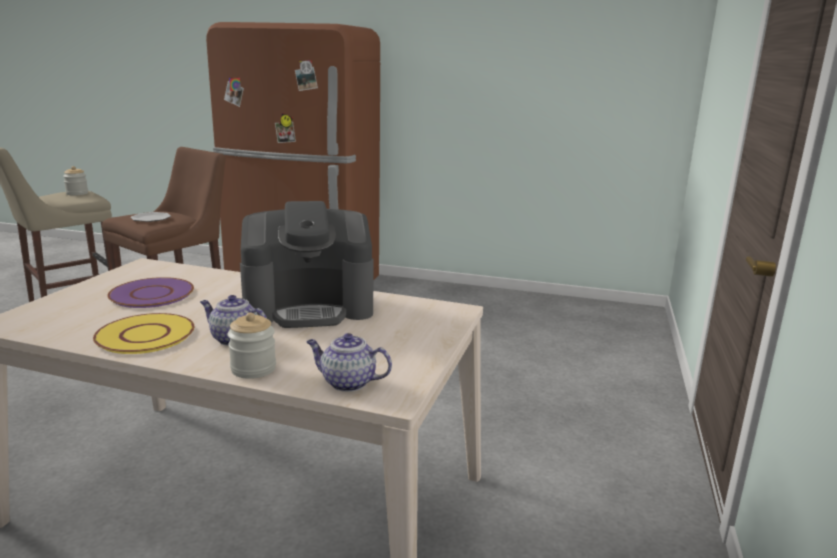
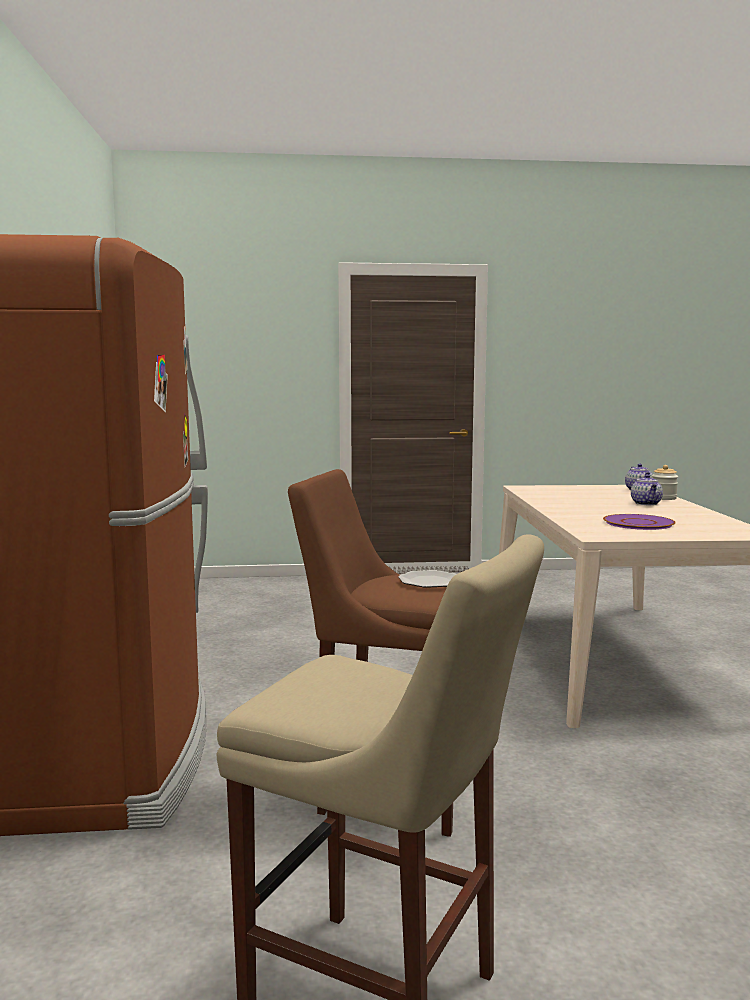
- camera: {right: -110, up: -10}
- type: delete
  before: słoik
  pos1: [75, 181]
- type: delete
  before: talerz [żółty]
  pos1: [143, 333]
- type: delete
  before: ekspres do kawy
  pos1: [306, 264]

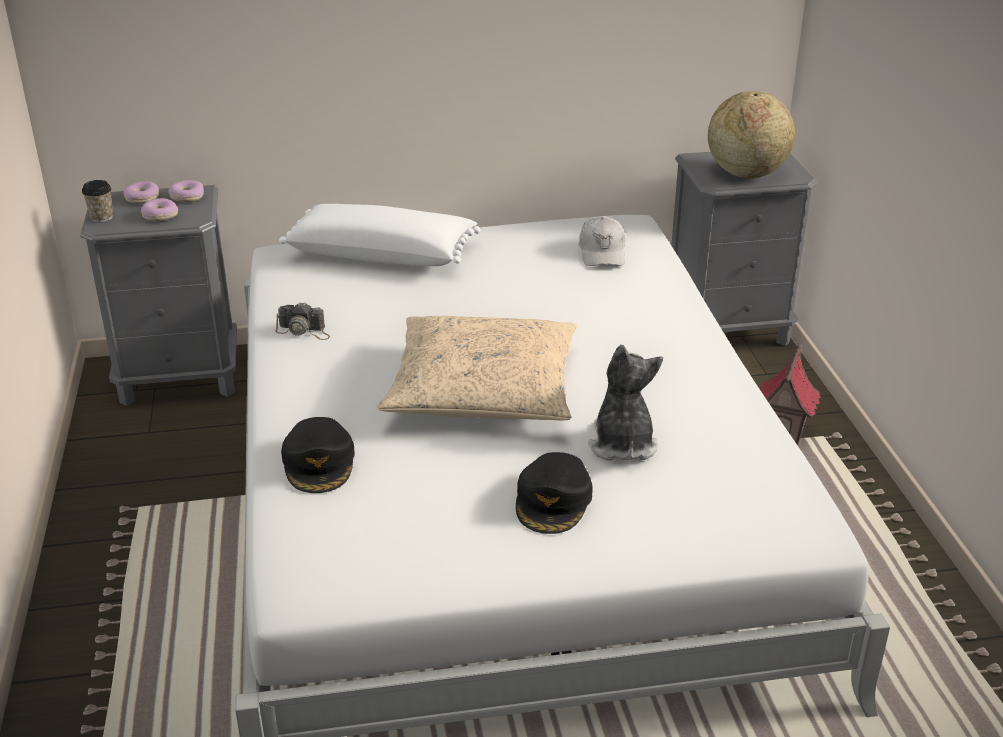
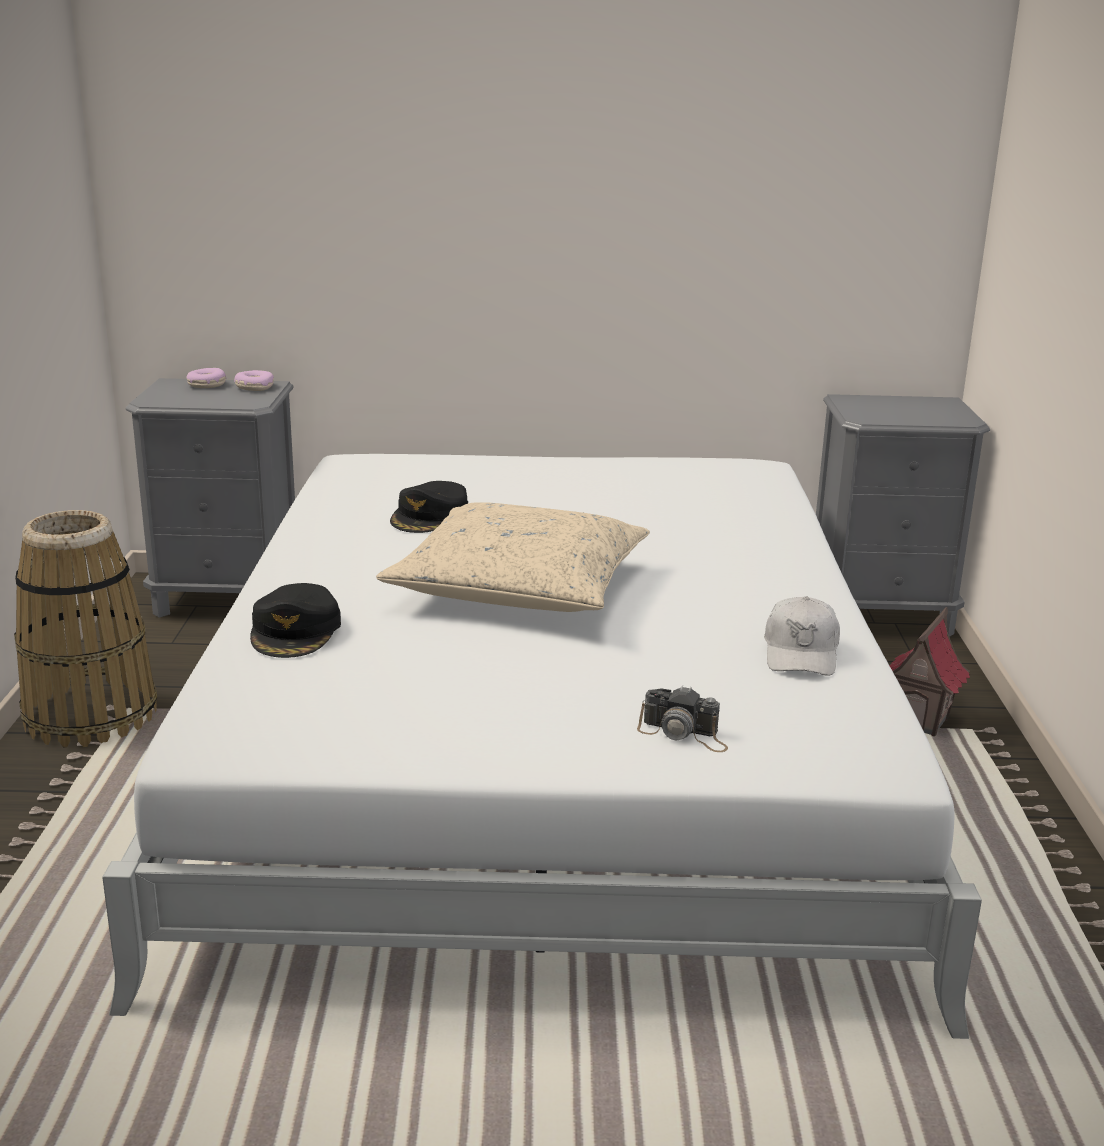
- camera: {right: 10, up: -10}
- type: delete
  before: filiżanka
  pos1: [97, 201]
- type: delete
  before: donut
  pos1: [159, 210]
- type: move
  before: aparat fotograficzny
  pos1: [302, 321]
  pos2: [682, 718]
- type: delete
  before: poduszka [biały]
  pos1: [380, 235]
- type: move
  before: czapka z daszkiem [czarny]
  pos1: [554, 493]
  pos2: [429, 507]
- type: move
  before: czapka z daszkiem [biały]
  pos1: [602, 241]
  pos2: [802, 636]
- type: delete
  before: pluszak
  pos1: [625, 403]
- type: delete
  before: globus
  pos1: [751, 134]
- type: insert
  after: koszyk
  pos2: [85, 629]

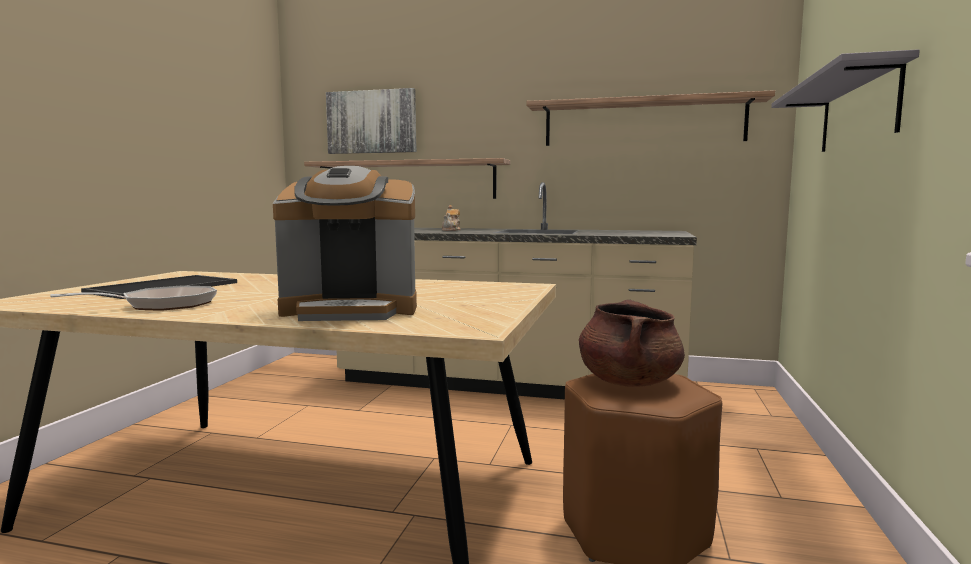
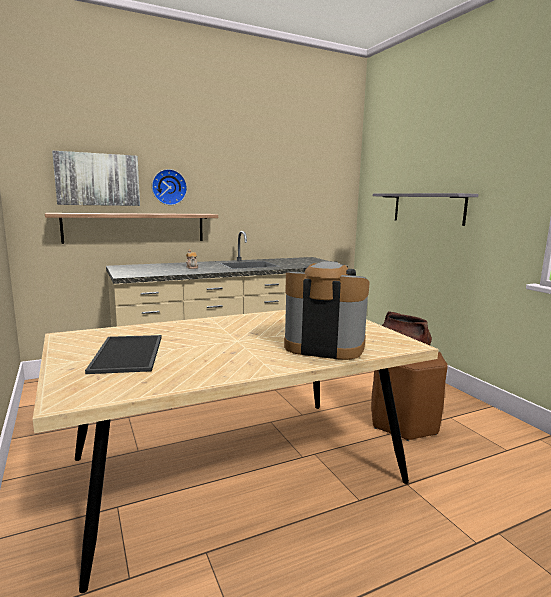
- camera: {right: -40, up: 5}
- type: delete
  before: patelnia
  pos1: [133, 298]
- type: rotate
  before: ekspres do kawy
  pos1: [345, 243]
  pos2: [327, 310]
  turn: -120
- type: delete
  before: półka
  pos1: [650, 118]
- type: insert
  after: zegar ścienny
  pos2: [169, 187]

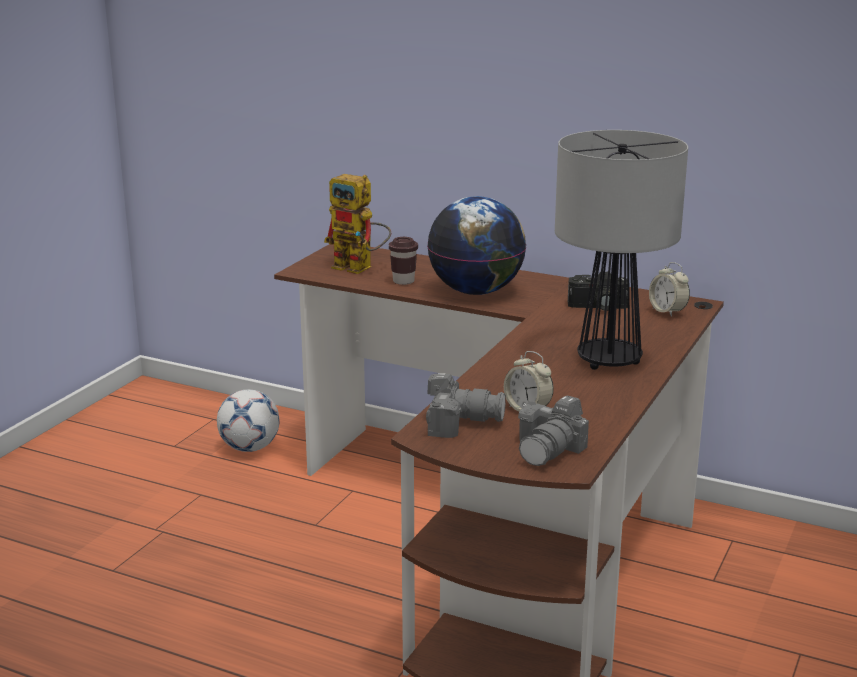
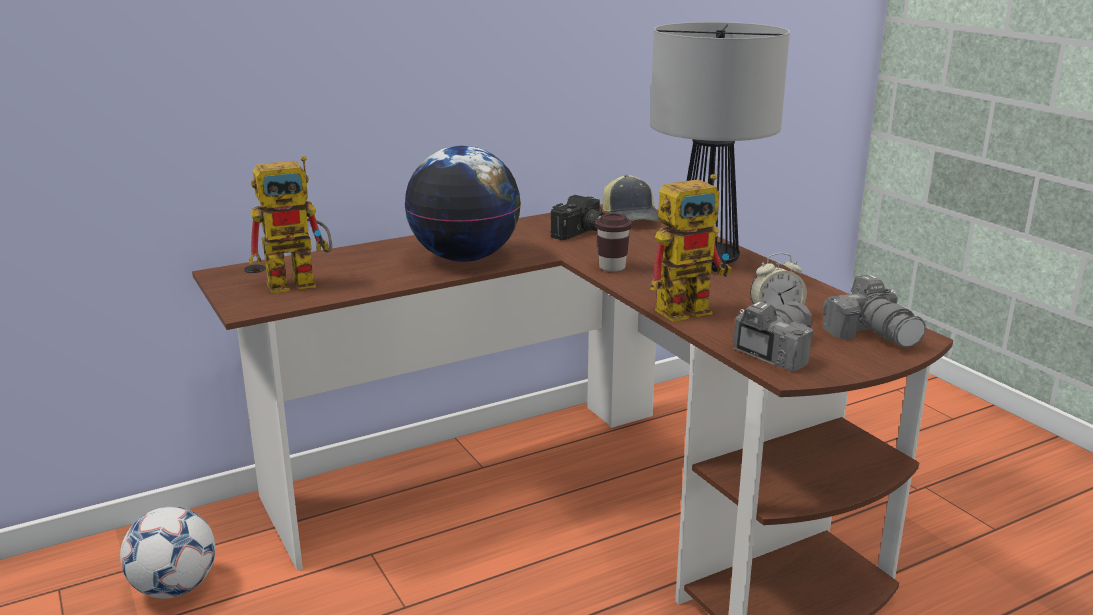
- camera: {right: -55, up: 0}
- type: move
  before: filiżanka [brązowy]
  pos1: [403, 261]
  pos2: [613, 242]
- type: replace
  before: budzik
  after: czapka z daszkiem
  pos1: [669, 289]
  pos2: [630, 198]
- type: insert
  after: robot zabawkowy
  pos2: [691, 248]

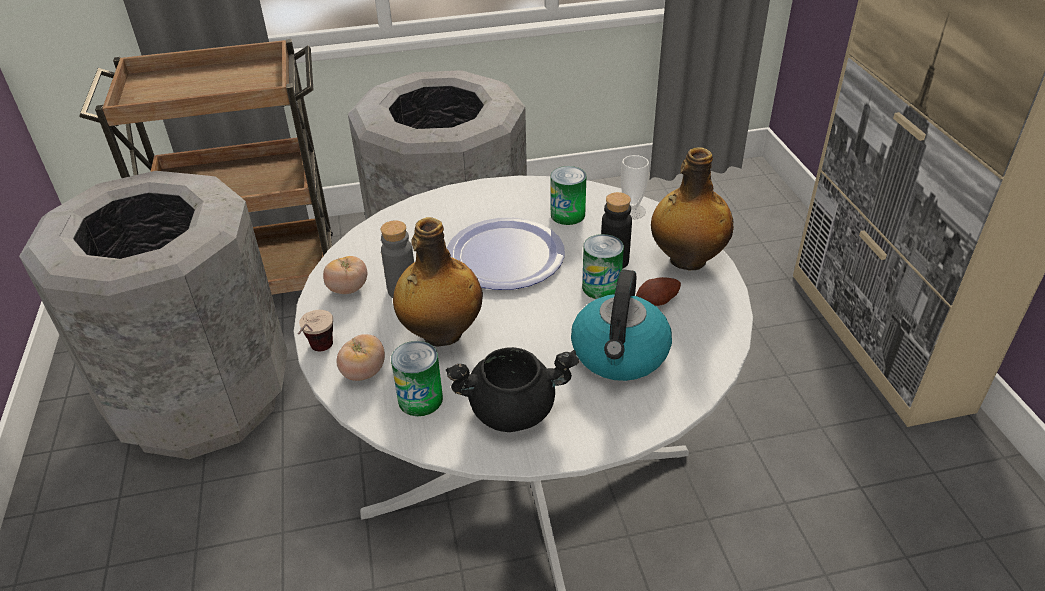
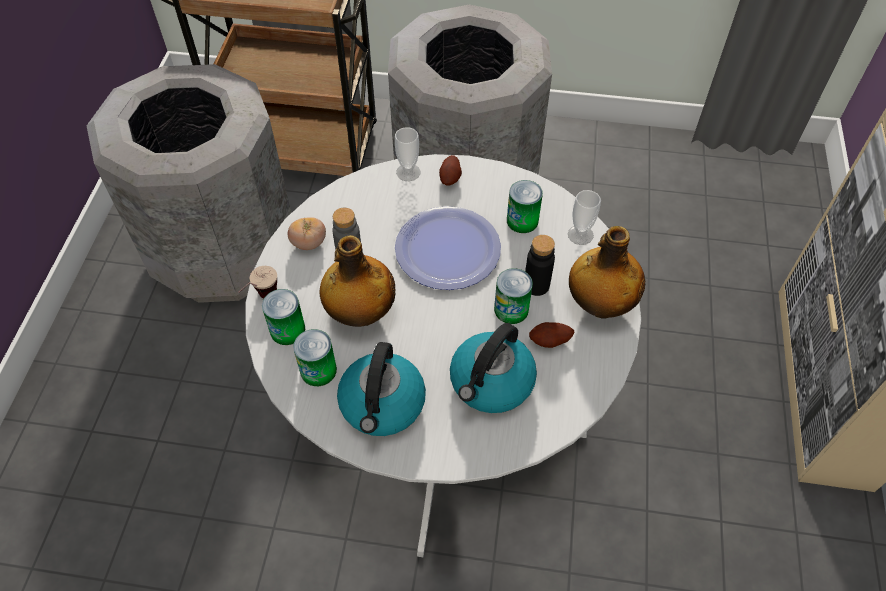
- camera: {right: 20, up: 15}
- type: replace
  before: pomidor
  after: puszka
  pos1: [360, 357]
  pos2: [283, 317]
- type: replace
  before: garnek [czarny]
  after: czajnik
  pos1: [512, 389]
  pos2: [381, 389]
- type: insert
  after: filiżanka
  pos2: [408, 154]
- type: insert
  after: ziemniak
  pos2: [450, 170]

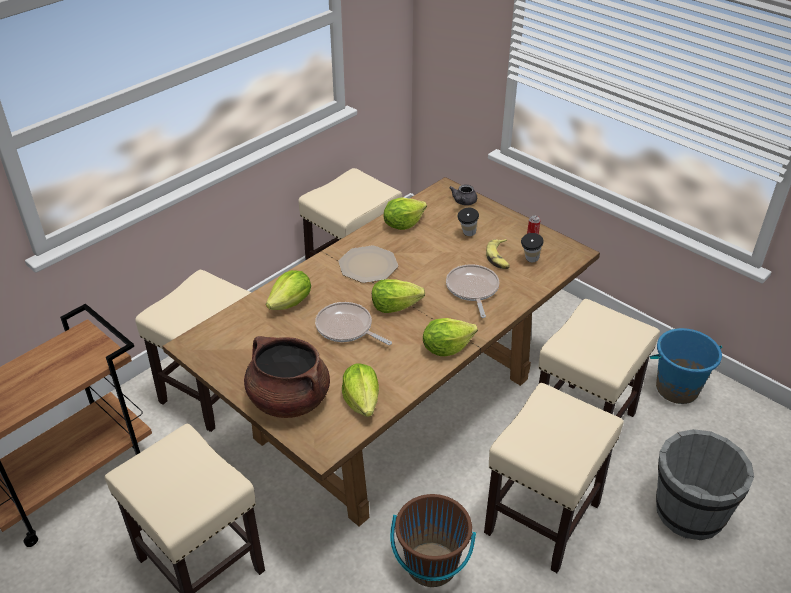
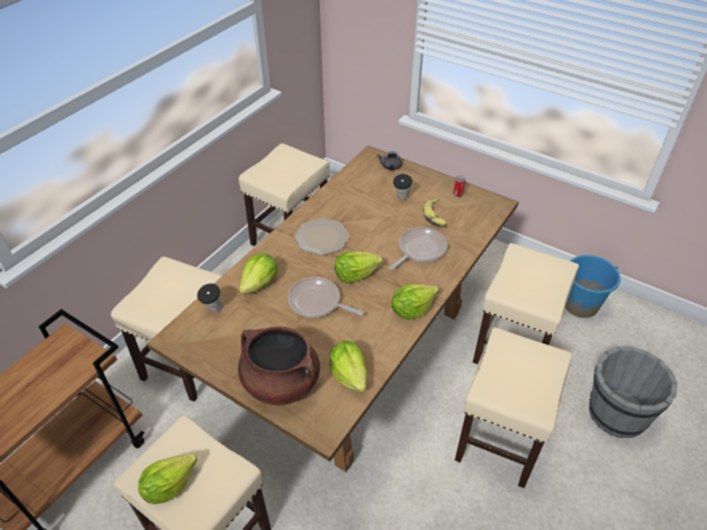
- camera: {right: -10, up: 5}
- type: move
  before: sałata
  pos1: [405, 213]
  pos2: [167, 478]
- type: delete
  before: wiadro [brązowy]
  pos1: [433, 540]
- type: rotate
  before: patelnia
  pos1: [472, 291]
  pos2: [418, 248]
  turn: 60
- type: move
  before: filiżanka
  pos1: [532, 247]
  pos2: [210, 298]

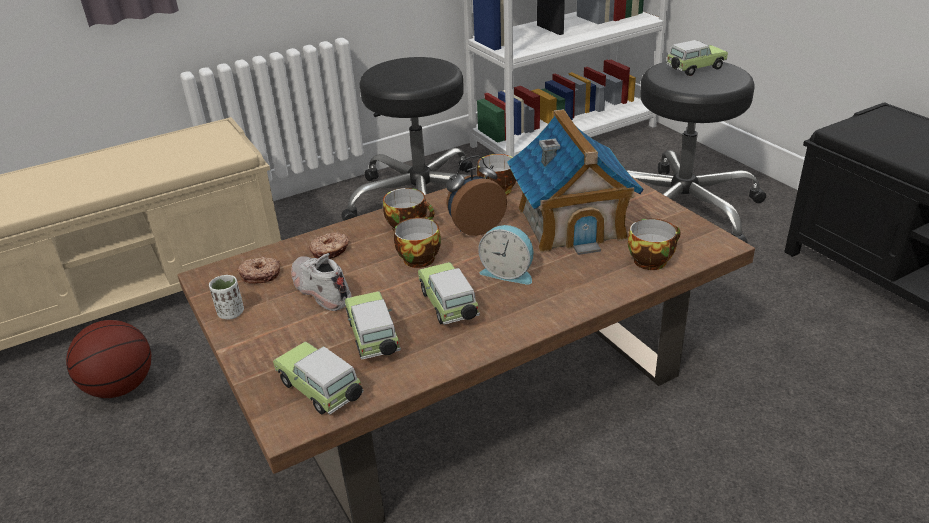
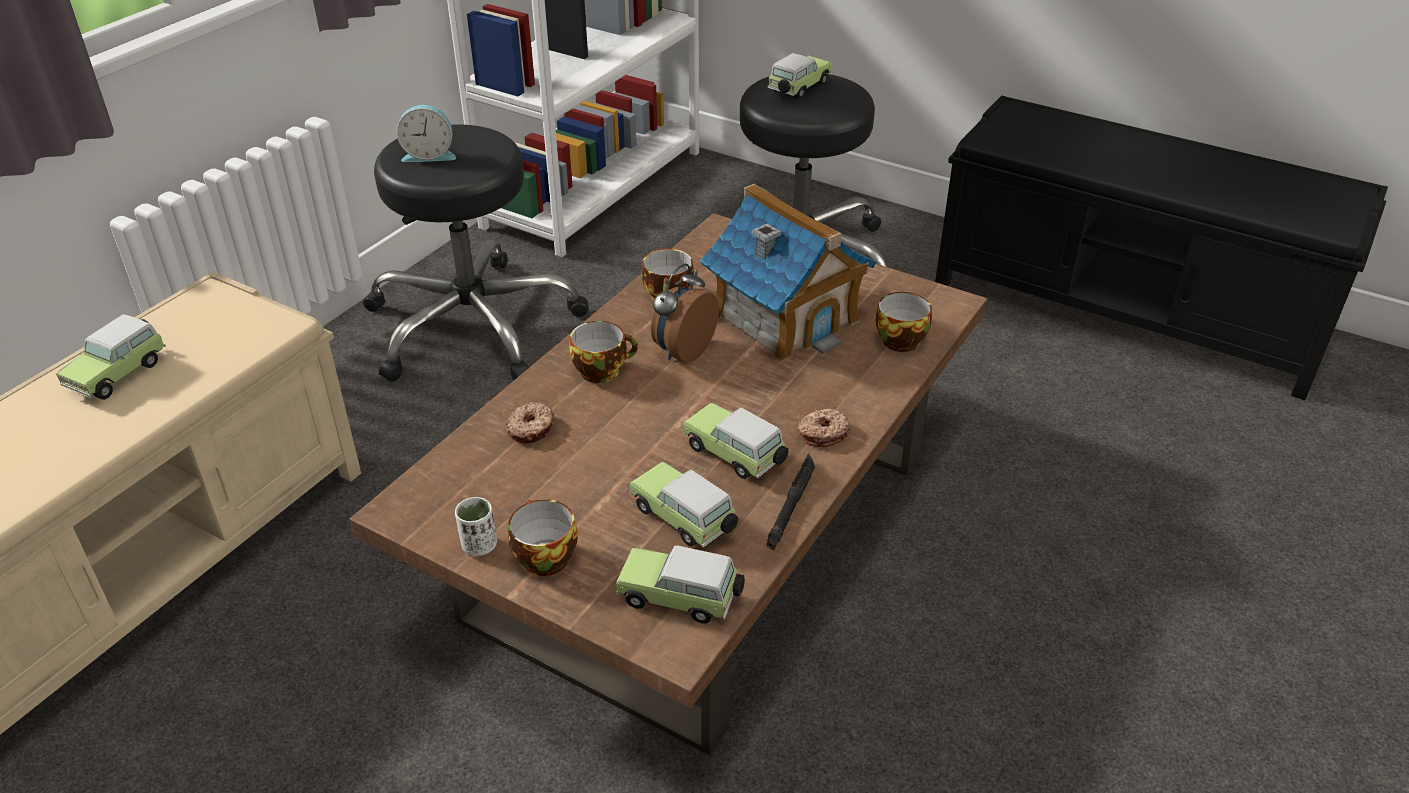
- camera: {right: -30, up: 5}
- type: delete
  before: piłka do koszykówki
  pos1: [108, 359]
- type: move
  before: donut
  pos1: [258, 270]
  pos2: [823, 428]
- type: delete
  before: but [biały]
  pos1: [321, 282]
- type: move
  before: filiżanka
  pos1: [417, 242]
  pos2: [542, 537]
- type: move
  before: budzik
  pos1: [505, 255]
  pos2: [426, 133]
- type: insert
  after: samochodzik
  pos2: [111, 357]
- type: insert
  after: latarka [czarny]
  pos2: [790, 501]

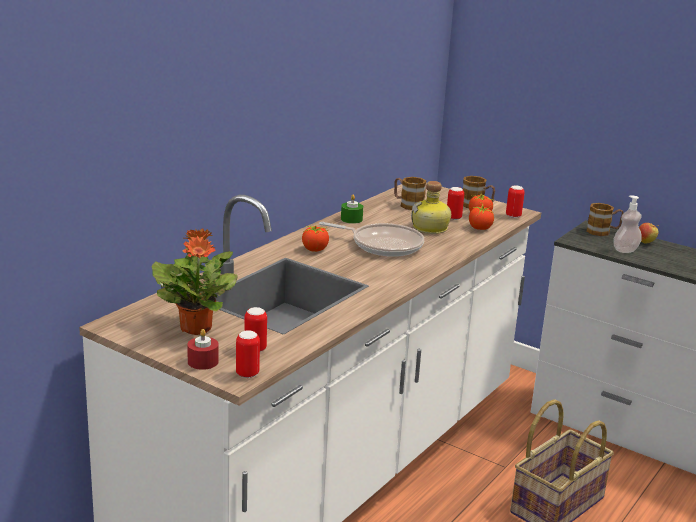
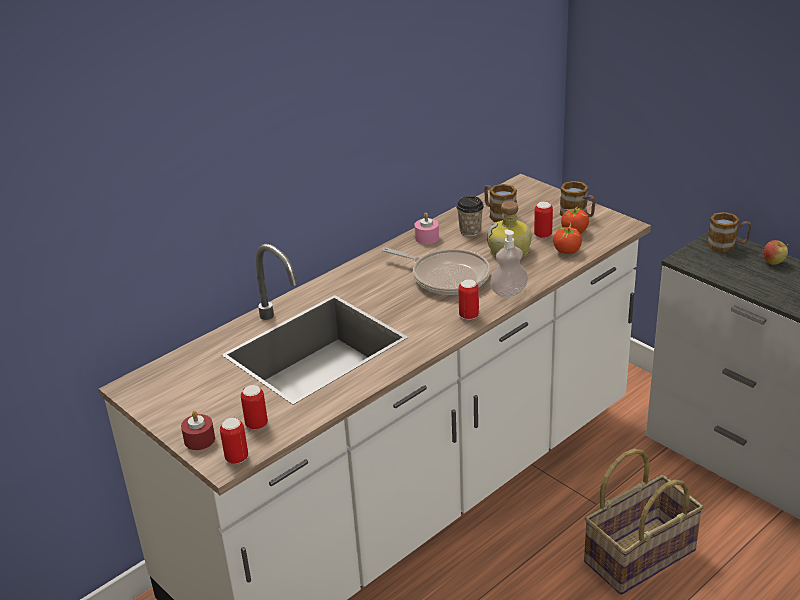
- camera: {right: 15, up: 10}
- type: delete
  before: roślina doniczkowa
  pos1: [195, 281]
- type: delete
  before: pomidor
  pos1: [315, 238]
- type: recolor
  before: świeca [zielony]
  after: świeca [różowy]
  pos1: [352, 209]
  pos2: [426, 228]
- type: move
  before: puszka
  pos1: [515, 201]
  pos2: [468, 299]
- type: move
  before: dozownik mydła
  pos1: [627, 224]
  pos2: [509, 263]
- type: insert
  after: filiżanka
  pos2: [470, 216]

